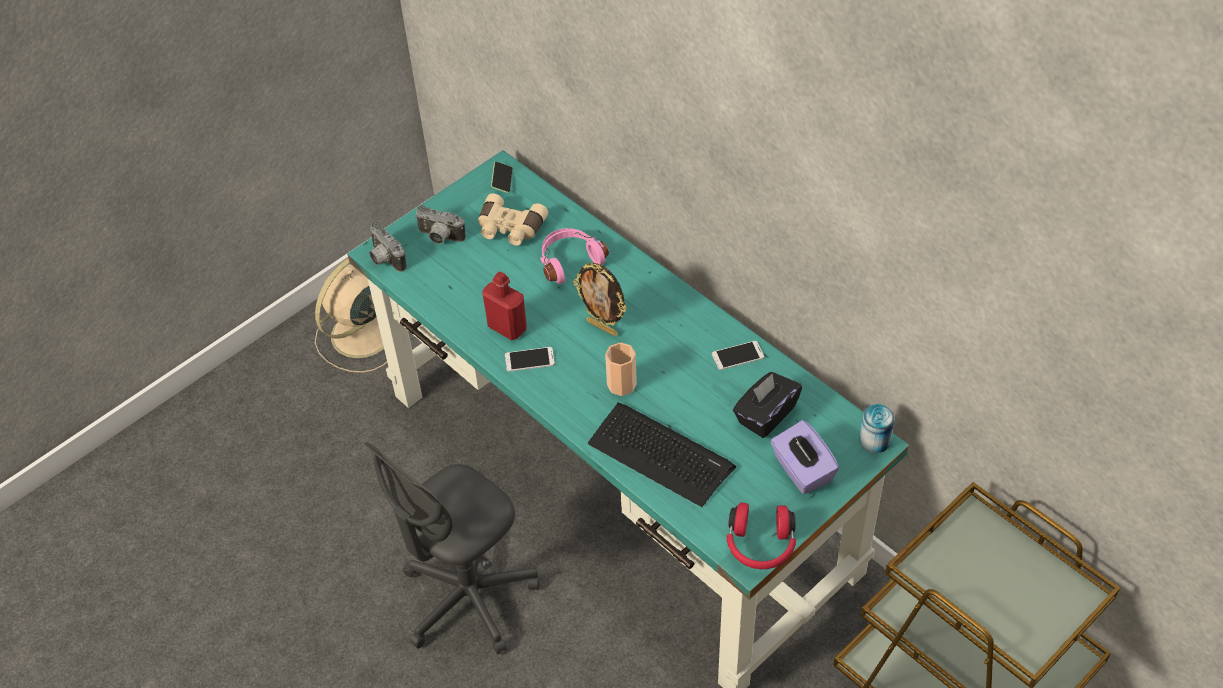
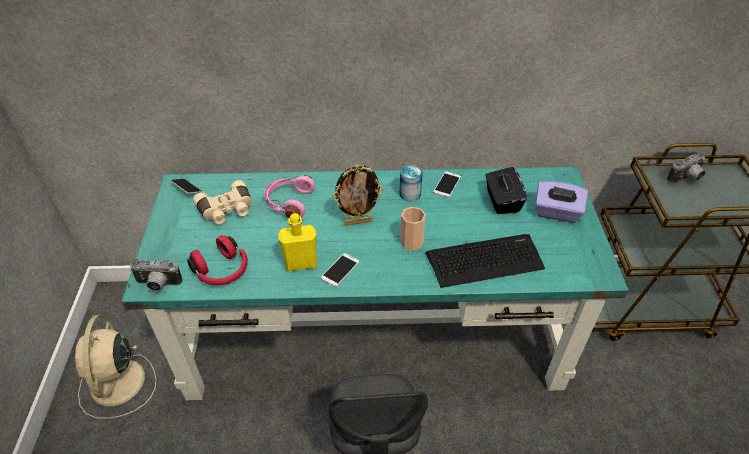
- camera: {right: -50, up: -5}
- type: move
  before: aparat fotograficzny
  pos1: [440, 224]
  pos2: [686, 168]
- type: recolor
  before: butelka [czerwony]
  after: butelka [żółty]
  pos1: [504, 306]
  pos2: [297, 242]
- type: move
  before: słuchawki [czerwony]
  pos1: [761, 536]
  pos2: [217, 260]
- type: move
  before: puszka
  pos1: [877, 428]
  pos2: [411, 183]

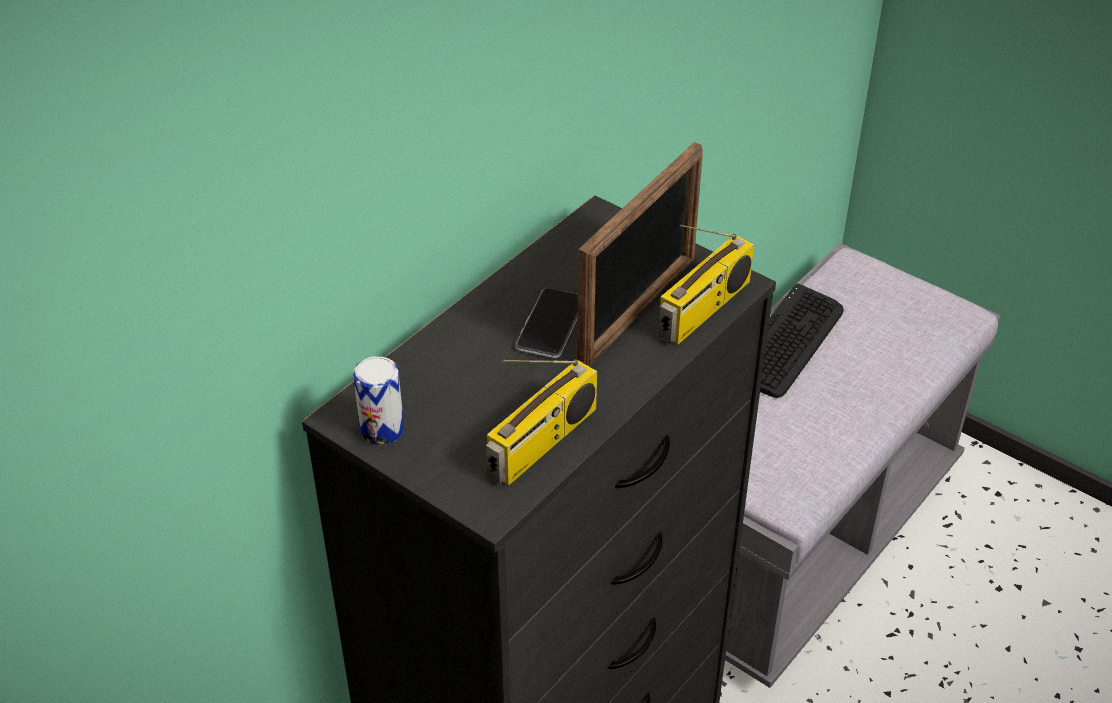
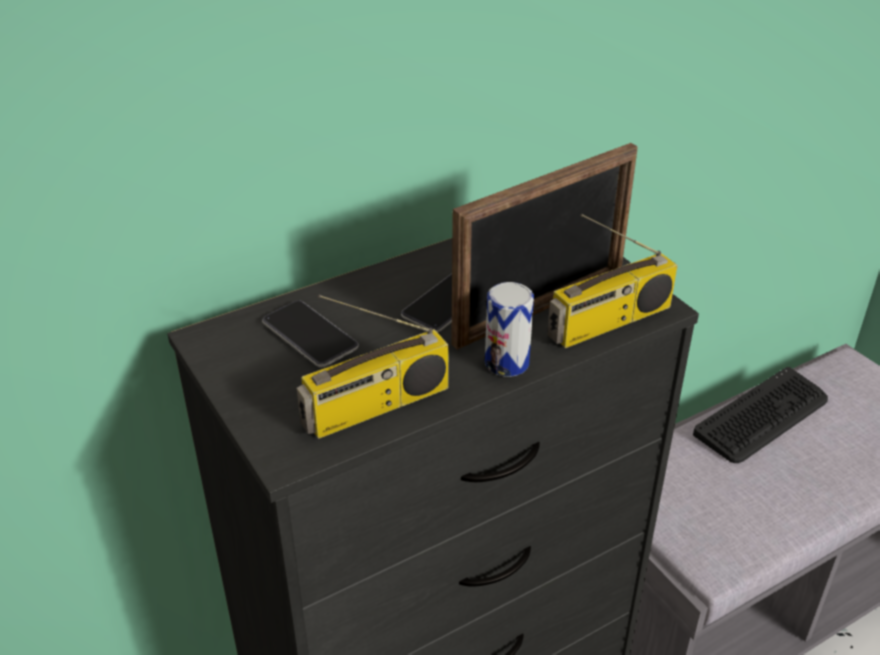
- camera: {right: 20, up: -5}
- type: move
  before: puszka
  pos1: [378, 400]
  pos2: [509, 329]
- type: insert
  after: telefon
  pos2: [310, 334]

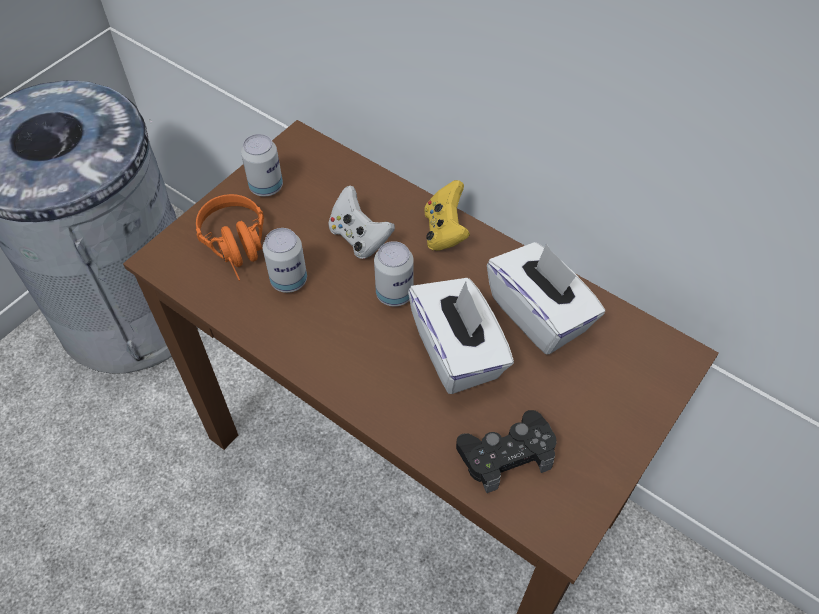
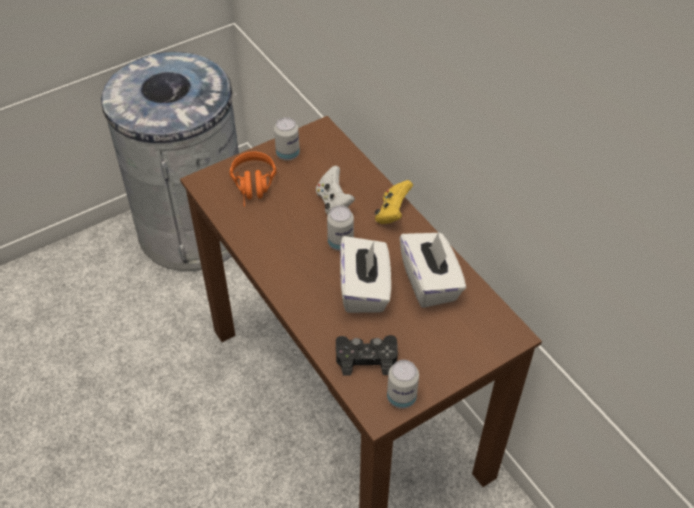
- camera: {right: 20, up: -5}
- type: move
  before: puszka
  pos1: [285, 260]
  pos2: [403, 384]

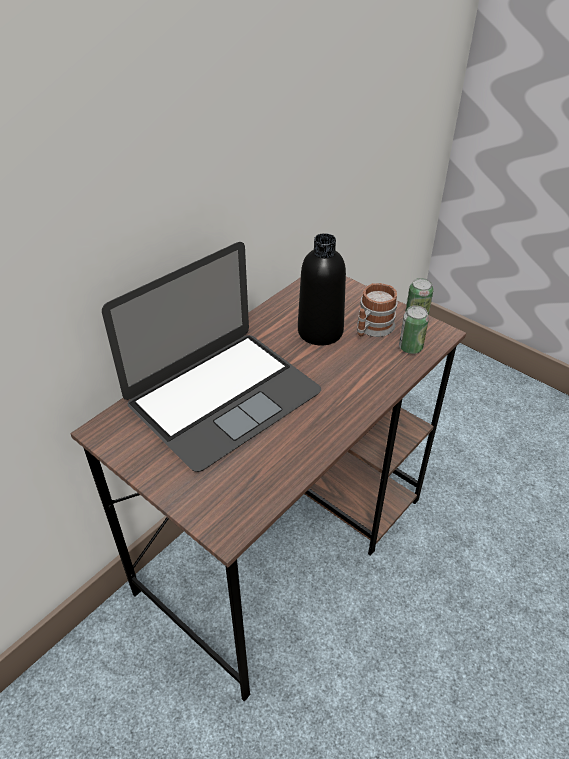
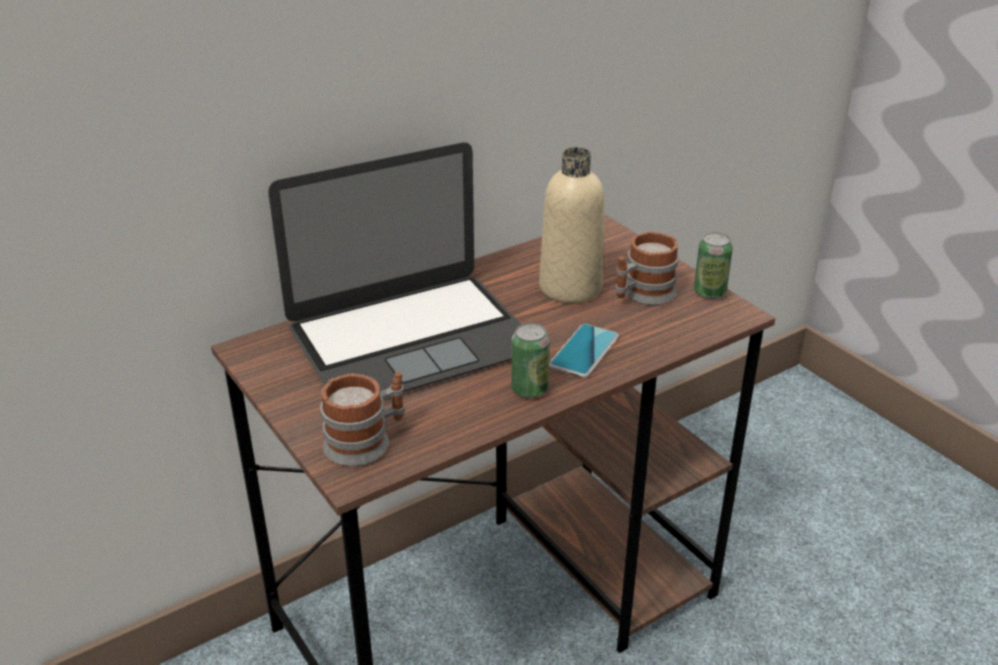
- camera: {right: 15, up: -10}
- type: recolor
  before: butelka [czarny]
  after: butelka [beżowy]
  pos1: [322, 289]
  pos2: [572, 225]
- type: move
  before: puszka
  pos1: [414, 329]
  pos2: [530, 360]
- type: insert
  after: kubek
  pos2: [362, 419]
- type: insert
  after: telefon
  pos2: [584, 351]

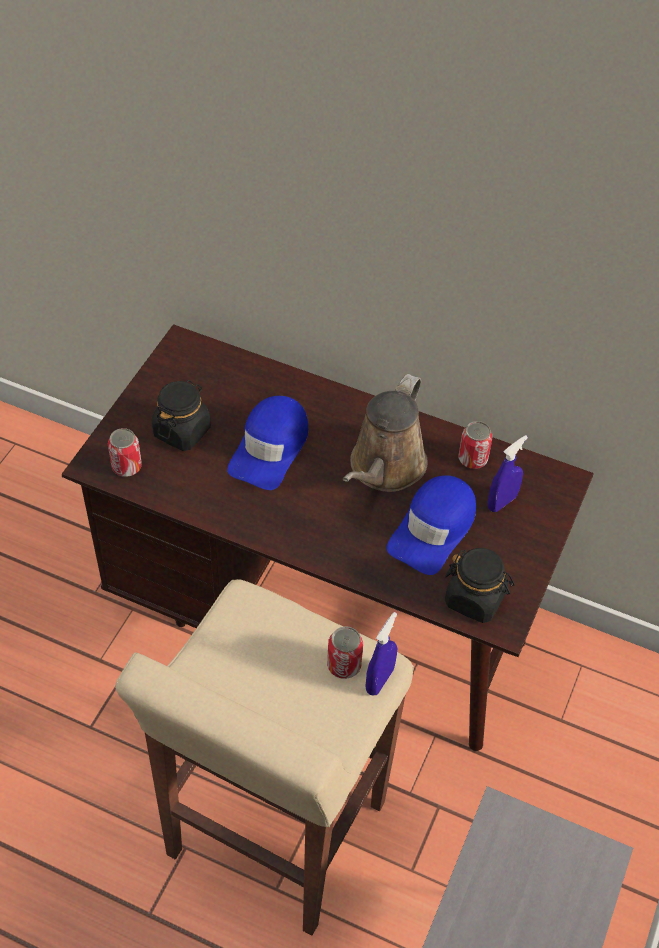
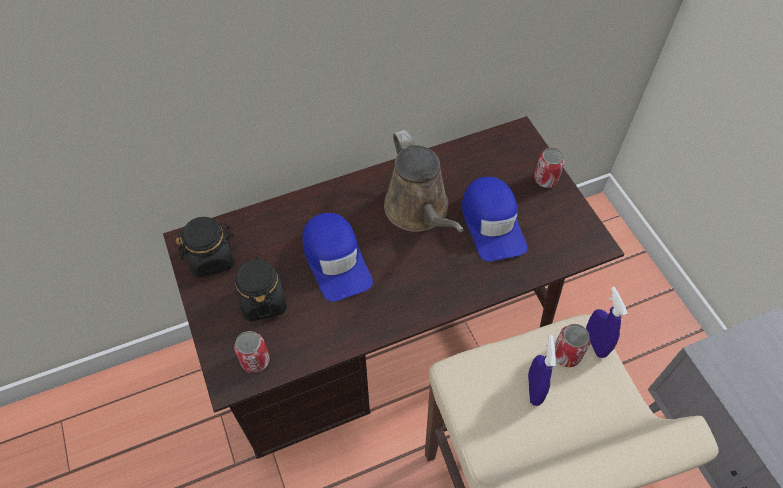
- camera: {right: -45, up: 5}
- type: move
  before: słoik [czarny]
  pos1: [480, 585]
  pos2: [205, 247]
- type: move
  before: puszka
  pos1: [475, 445]
  pos2: [549, 168]
- type: move
  before: spryskiwacz [niebieski]
  pos1: [508, 473]
  pos2: [542, 370]

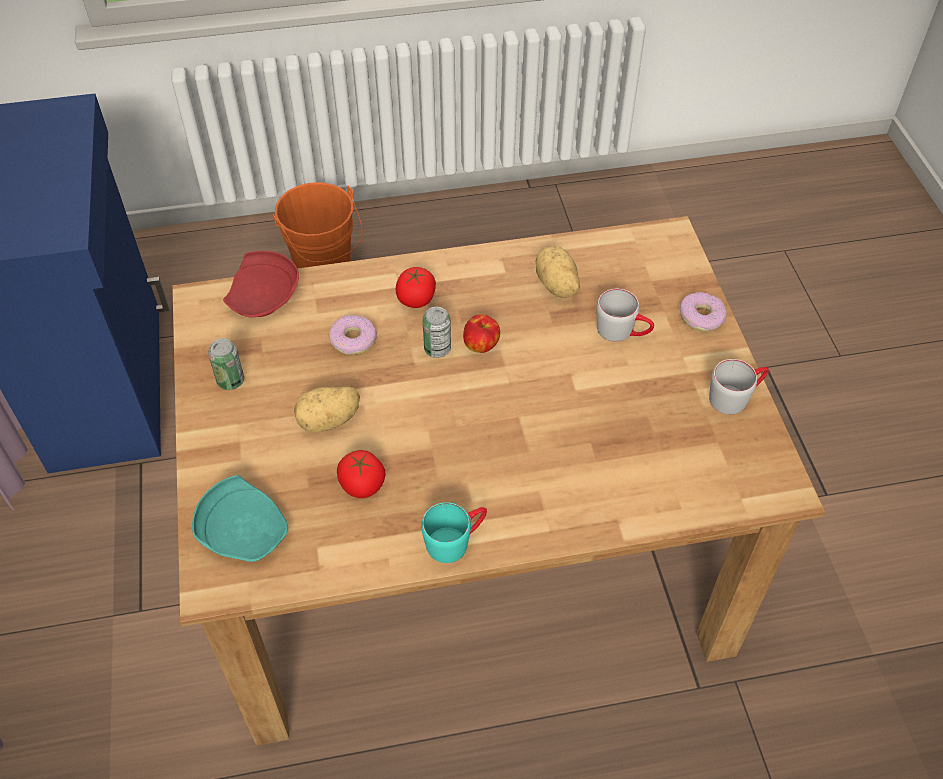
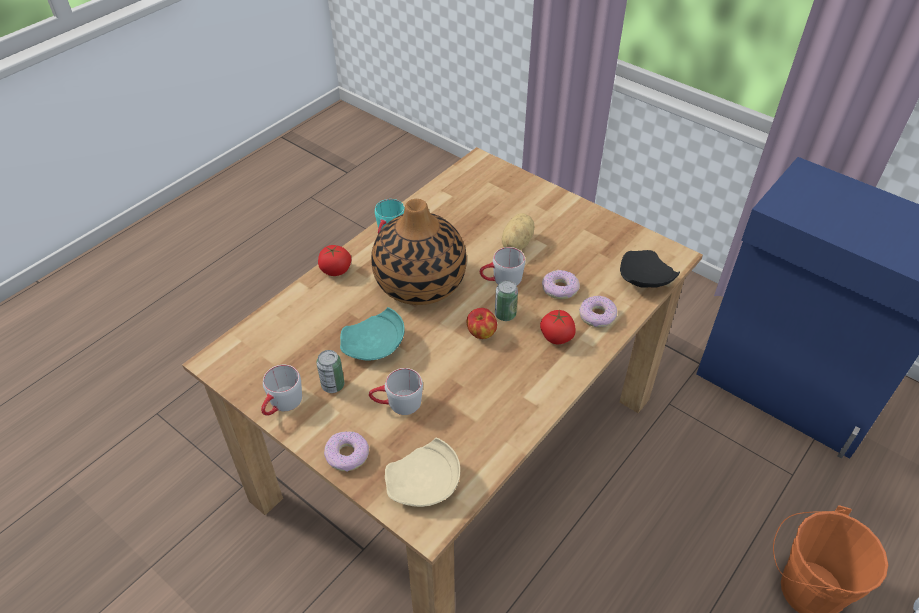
- camera: {right: 140, up: -5}
- type: move
  before: talerz [turkusowy]
  pos1: [240, 518]
  pos2: [372, 334]
- type: move
  before: puszka
  pos1: [226, 364]
  pos2: [330, 371]
- type: recolor
  before: talerz [czerwony]
  after: talerz [czarny]
  pos1: [261, 284]
  pos2: [650, 269]
- type: move
  before: pomidor
  pos1: [361, 474]
  pos2: [334, 260]
- type: delete
  before: ziemniak
  pos1: [557, 272]
- type: insert
  after: wazon
  pos2: [419, 252]
- type: insert
  after: talerz [beżowy]
  pos2: [422, 472]
- type: insert
  after: kubek [szary]
  pos2: [502, 266]
- type: insert
  after: donut
  pos2: [598, 312]

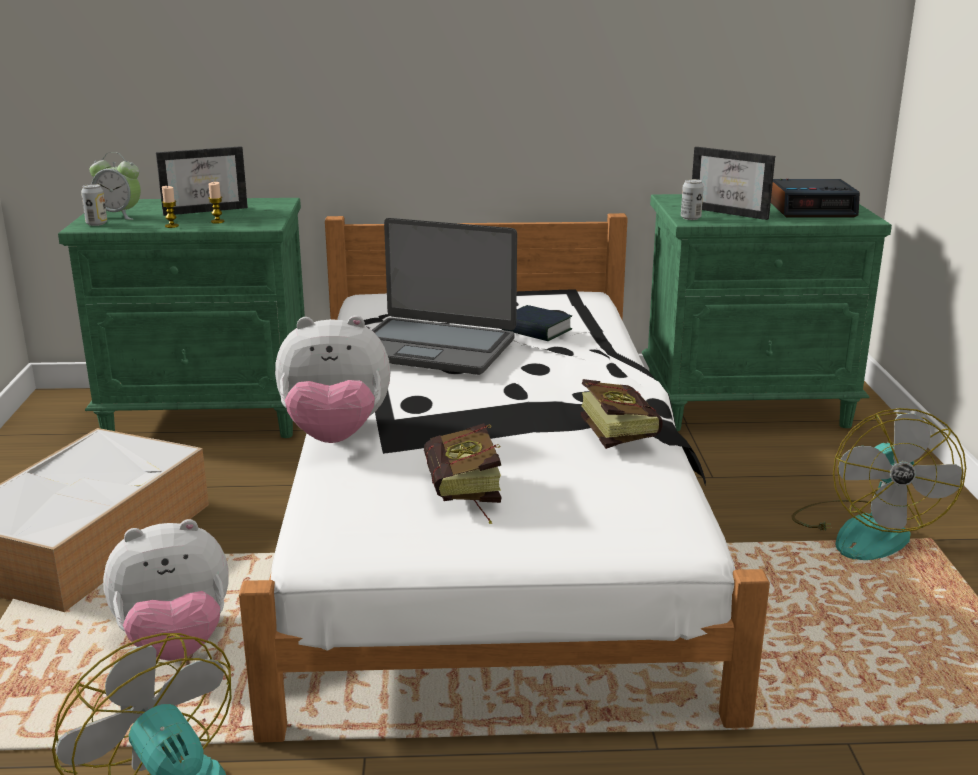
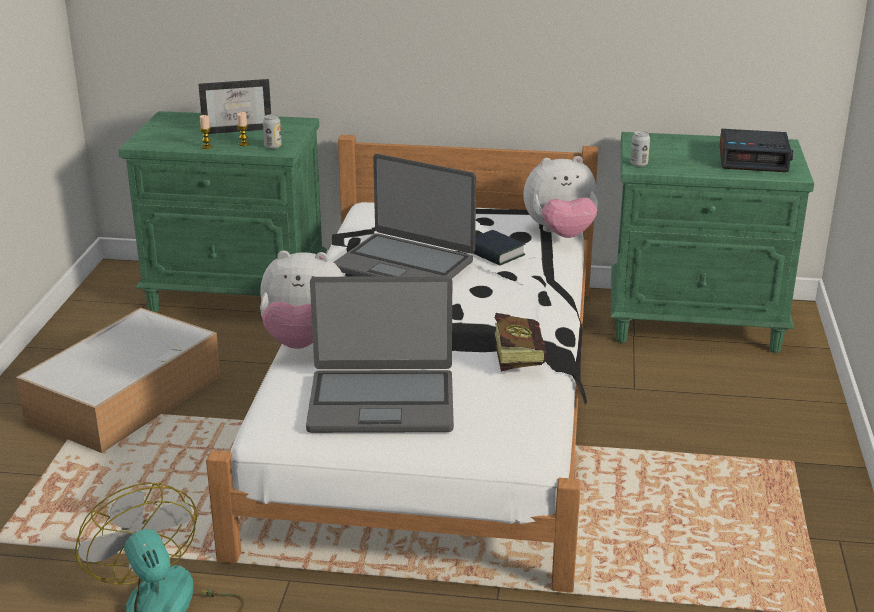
- camera: {right: 10, up: 5}
- type: move
  before: puszka
  pos1: [94, 205]
  pos2: [272, 131]
- type: delete
  before: budzik
  pos1: [115, 186]
- type: move
  before: pluszak
  pos1: [165, 590]
  pos2: [560, 197]
- type: replace
  before: książka
  after: laptop
  pos1: [462, 473]
  pos2: [380, 354]
- type: delete
  before: ramka na zdjęcie
  pos1: [733, 183]
- type: delete
  before: wentylator
  pos1: [878, 484]

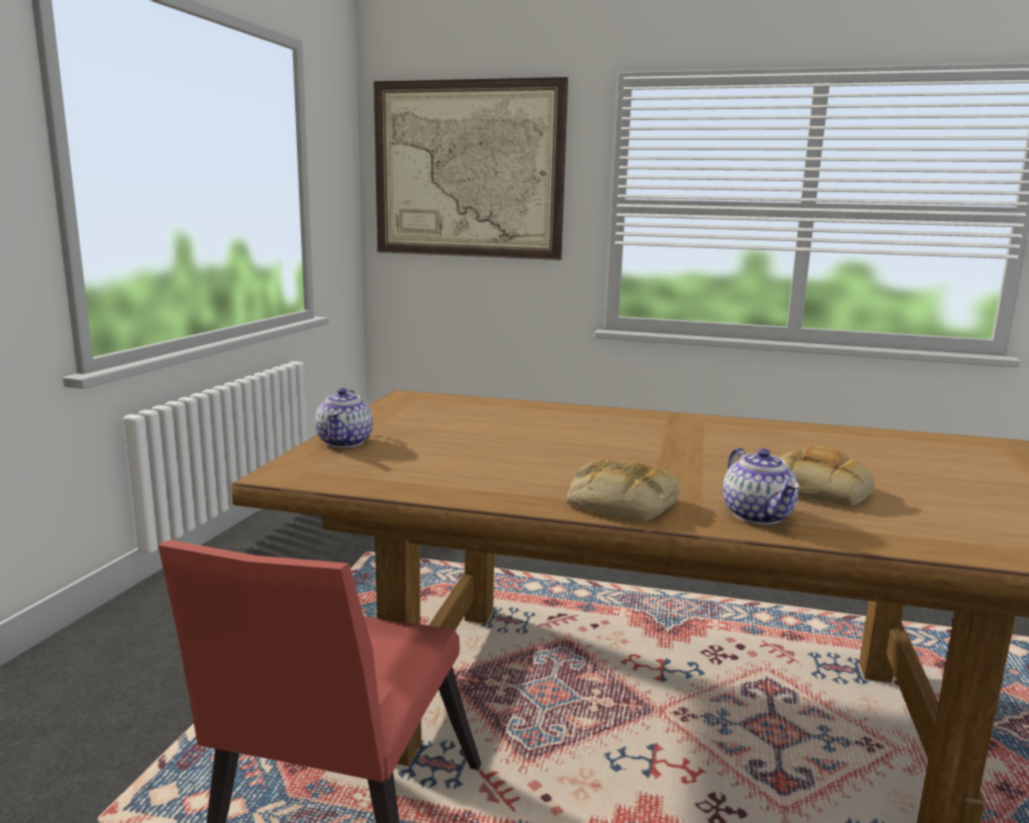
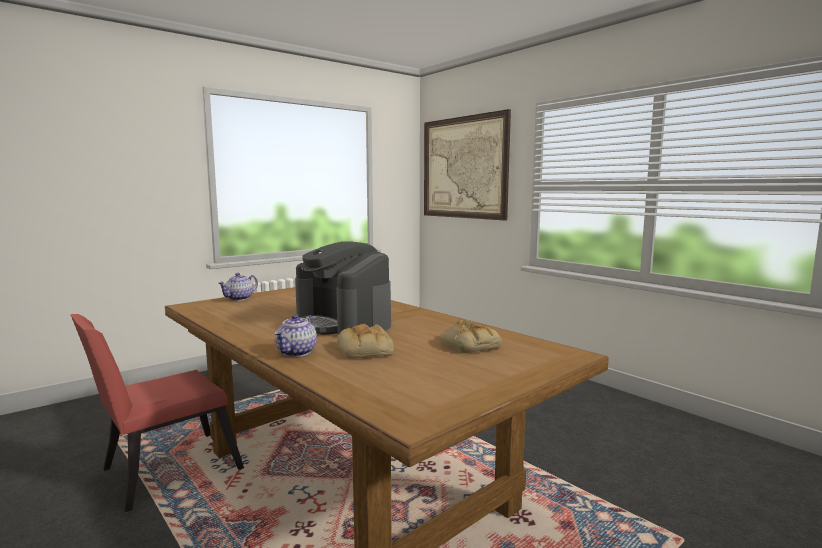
- camera: {right: 35, up: -5}
- type: move
  before: chleb
  pos1: [622, 490]
  pos2: [471, 336]
- type: insert
  after: ekspres do kawy
  pos2: [343, 288]

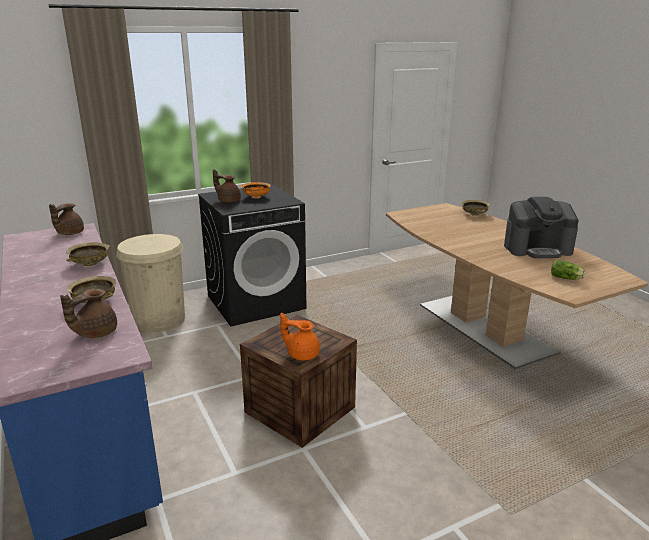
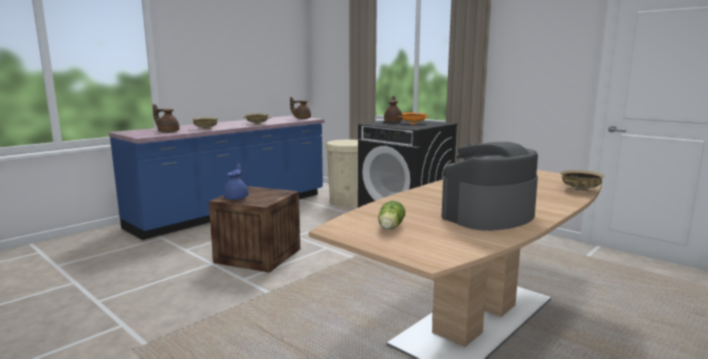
- camera: {right: 70, up: -10}
- type: recolor
  before: imbryk [pomarańczowy]
  after: imbryk [niebieski]
  pos1: [300, 337]
  pos2: [236, 181]
- type: rotate
  before: ekspres do kawy
  pos1: [541, 227]
  pos2: [489, 186]
  turn: 75

